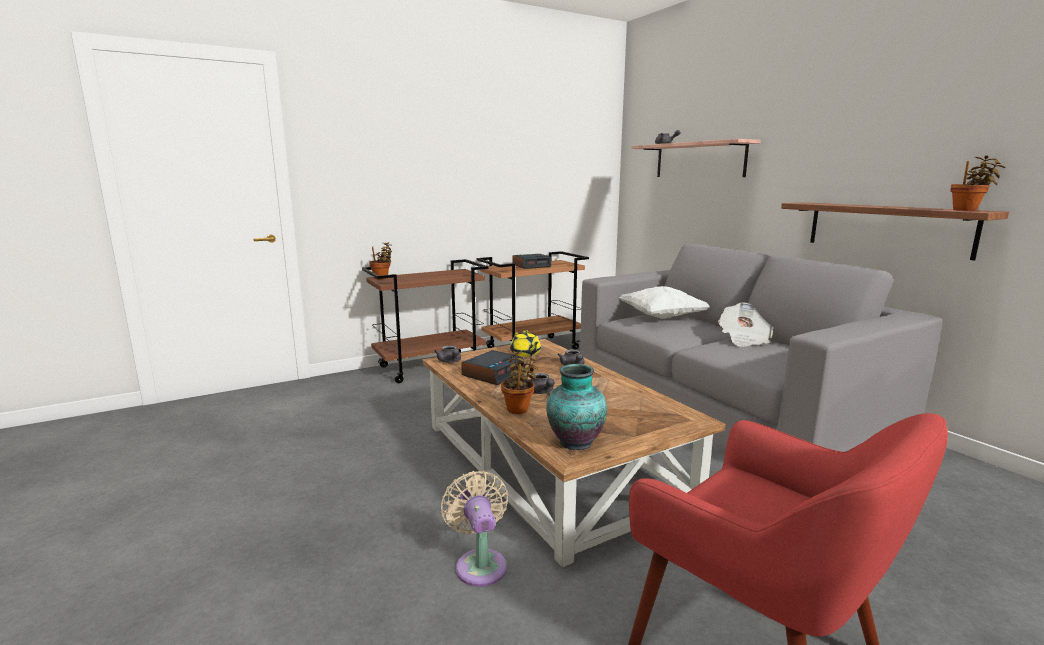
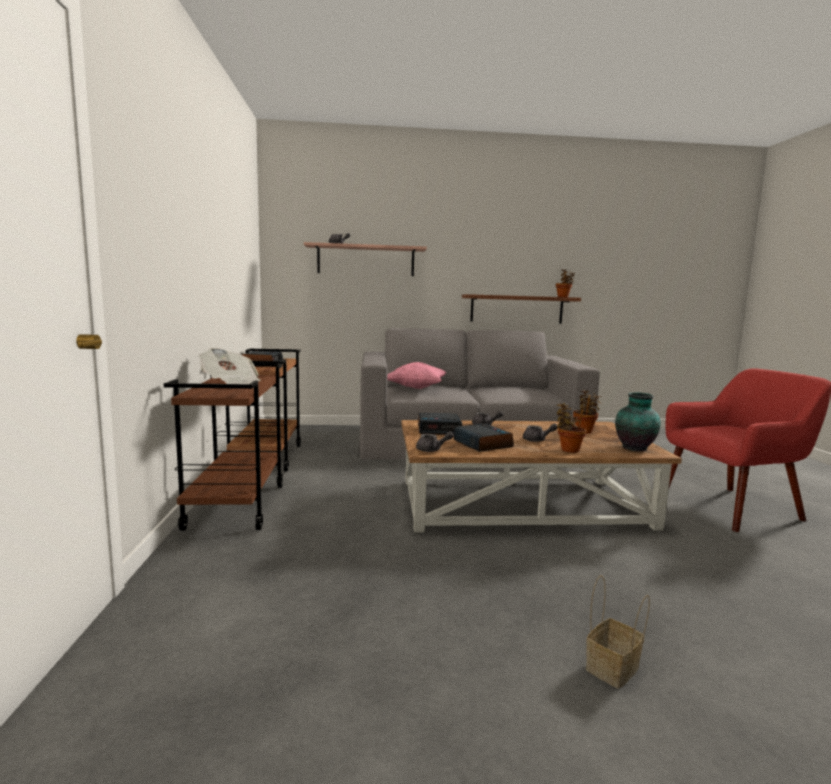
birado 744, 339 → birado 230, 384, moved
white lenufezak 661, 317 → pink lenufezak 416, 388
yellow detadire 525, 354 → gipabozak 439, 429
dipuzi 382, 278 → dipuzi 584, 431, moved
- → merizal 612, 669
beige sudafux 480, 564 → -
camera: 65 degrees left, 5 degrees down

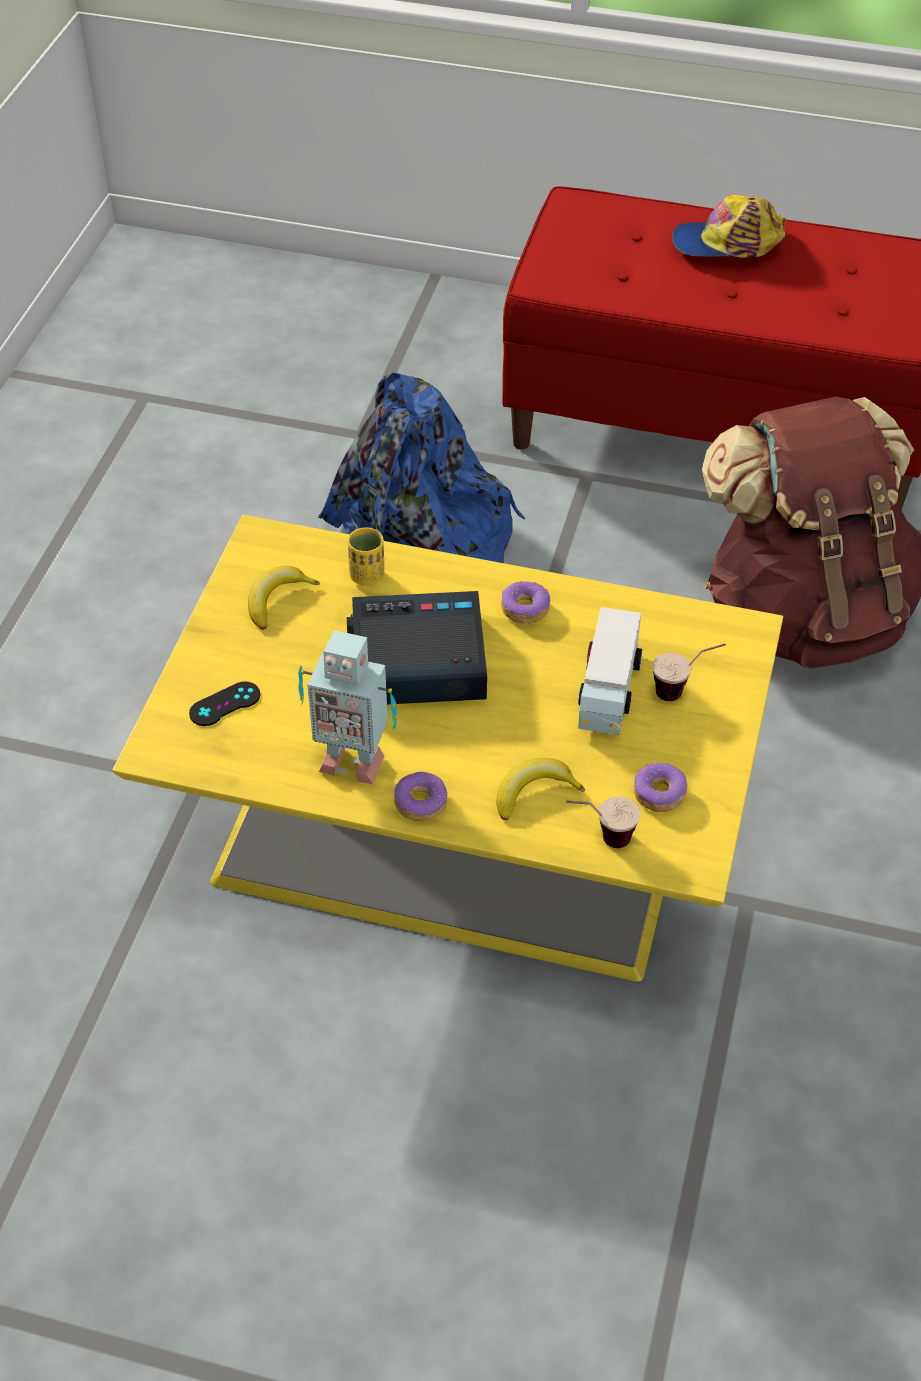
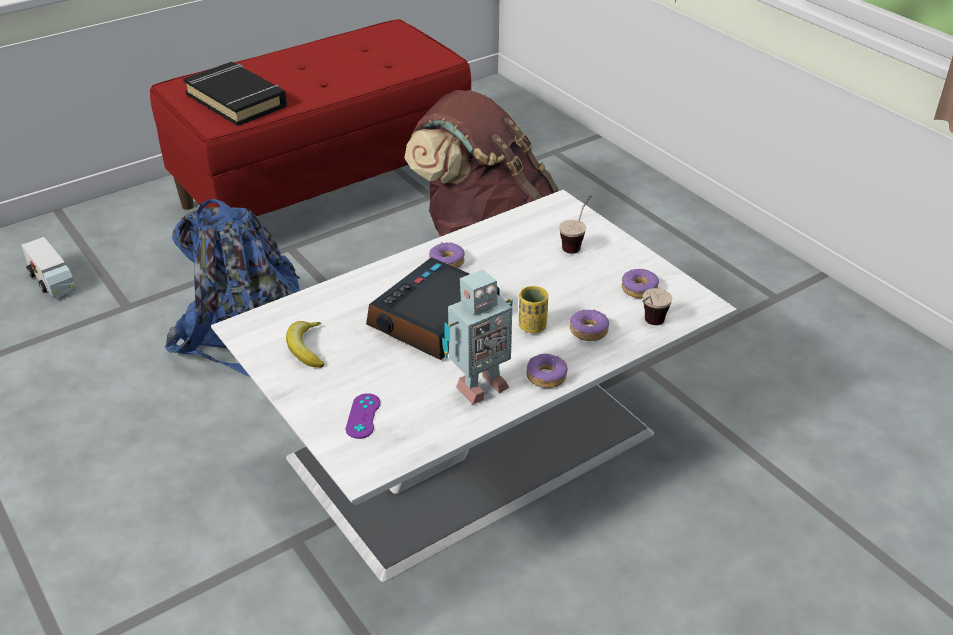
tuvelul 607, 691 → tuvelul 53, 281, moved
- → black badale 237, 100
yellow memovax 464, 833 → white memovax 477, 441
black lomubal 225, 704 → purple lomubal 363, 416
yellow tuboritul 367, 576 → yellow tuboritul 532, 326, moved
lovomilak 533, 792 → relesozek 588, 331
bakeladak 727, 244 → -
camera: 50 degrees left, 10 degrees down

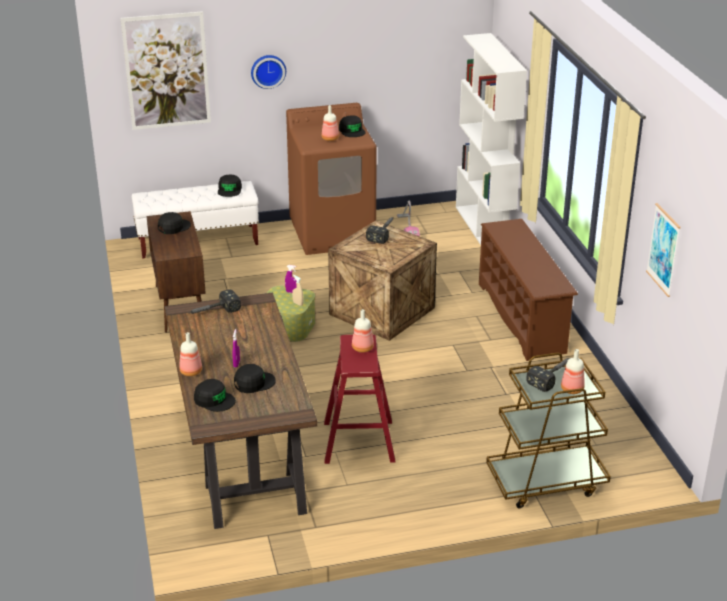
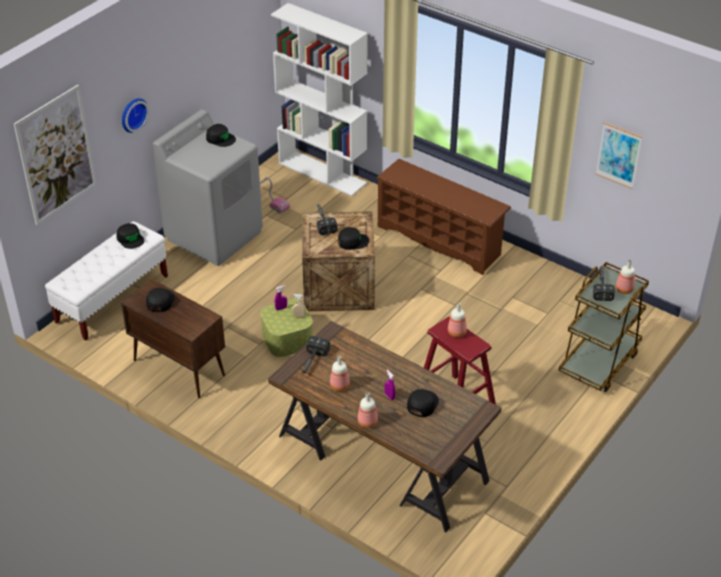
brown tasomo 333, 234 → grey tasomo 214, 235
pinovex 330, 139 → pinovex 340, 386, moved
black bakeladak 214, 400 → black bakeladak 352, 241, moved
camera: 40 degrees left, 10 degrees up

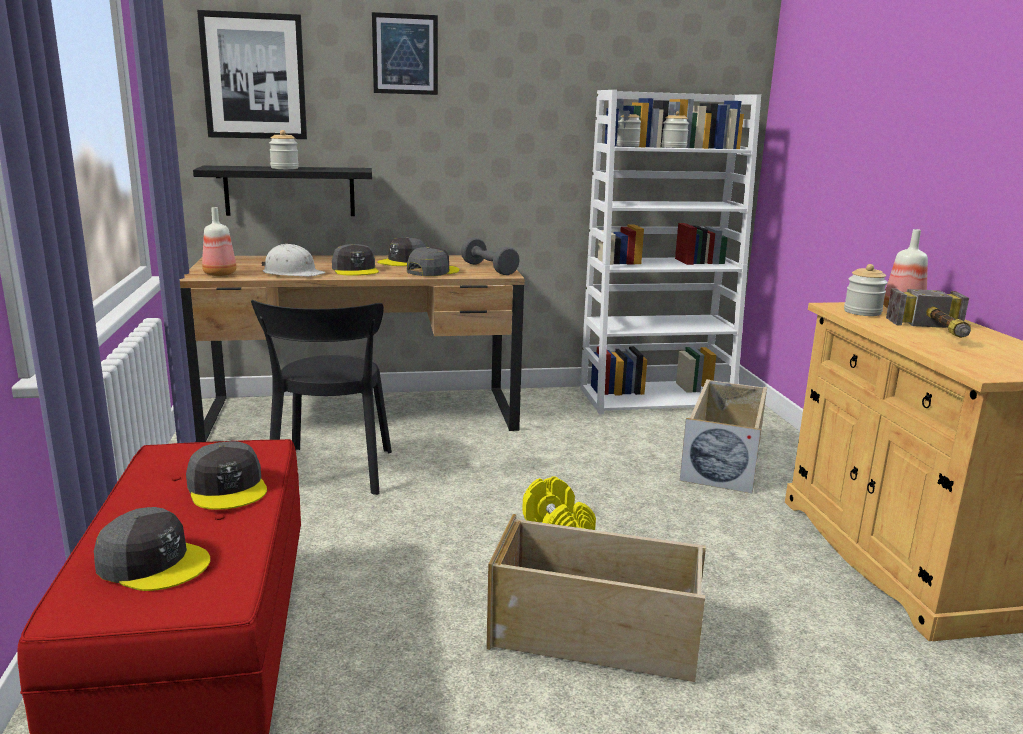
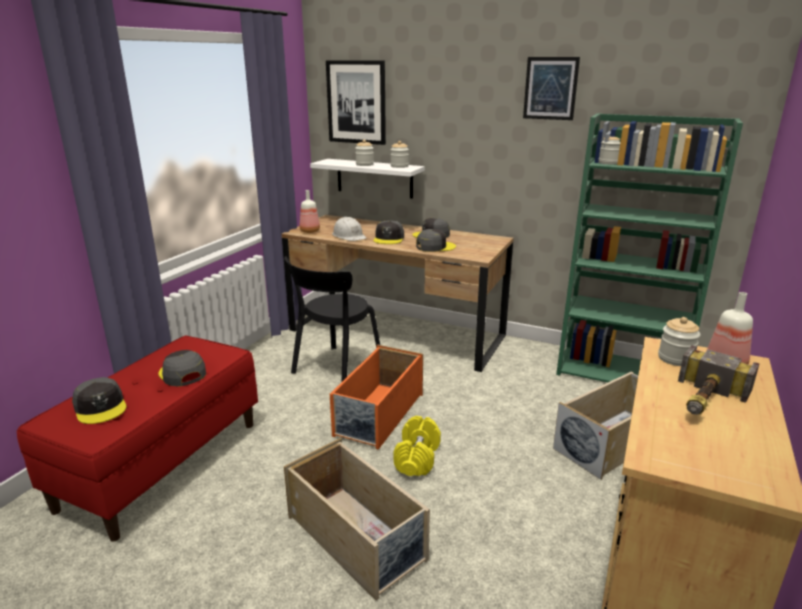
grey bakeladak 228, 488 → grey bakeladak 182, 373, 135 degrees clockwise
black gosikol 290, 191 → white gosikol 374, 178
- → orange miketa 379, 415
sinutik 673, 147 → sinutik 399, 166, moved
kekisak 405, 54 → kekisak 550, 88, moved
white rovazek 656, 398 → green rovazek 622, 372
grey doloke 489, 269 → -
camera: 35 degrees right, 5 degrees up

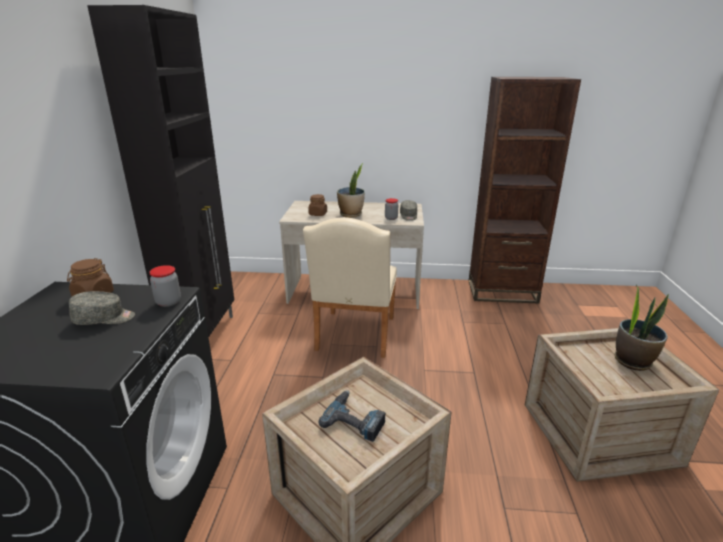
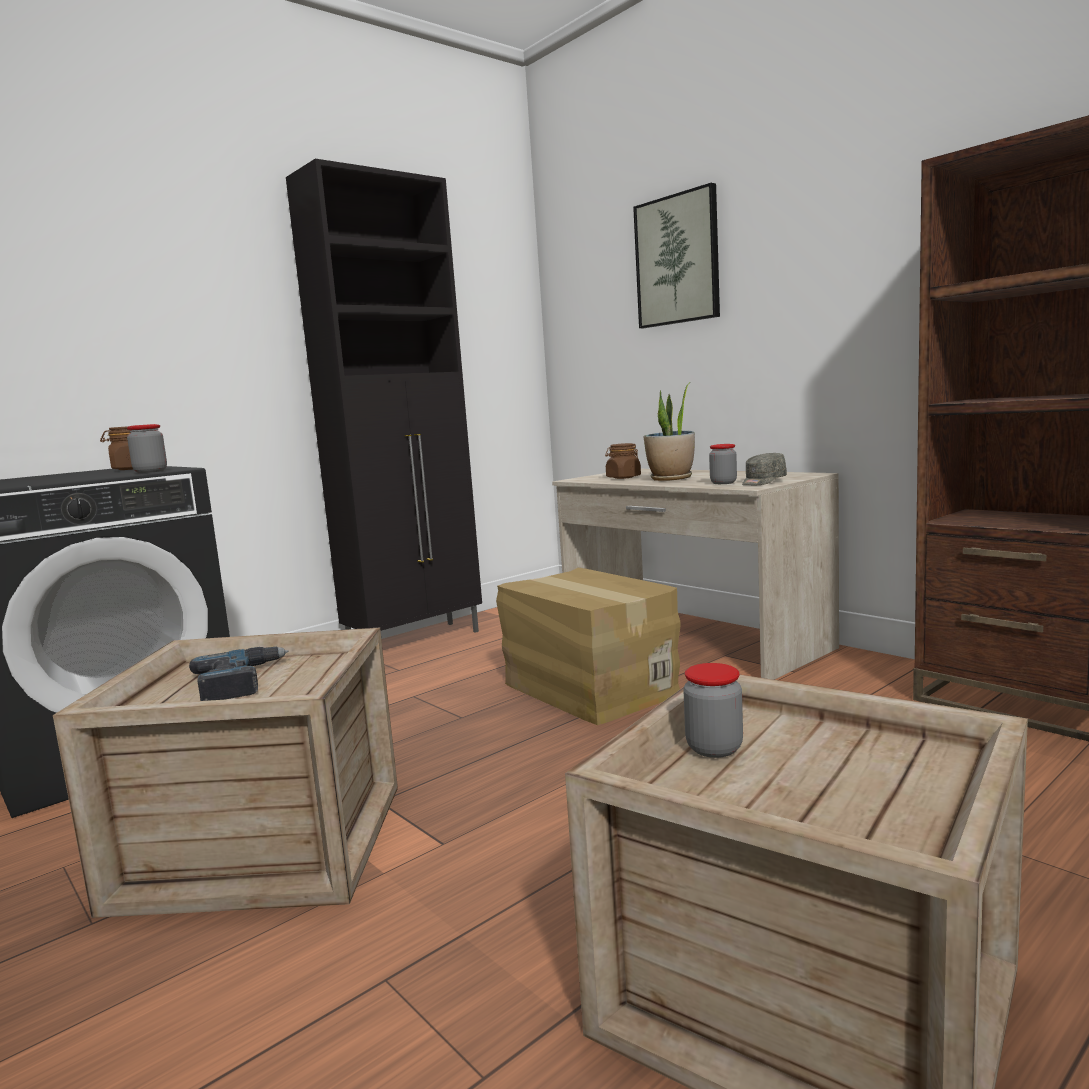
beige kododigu 354, 336 → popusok 588, 689
- → kekisak 678, 260
- → sinutik 714, 748
grey bakeladak 104, 319 → -
dipuzi 632, 361 → -
camera: 45 degrees right, 15 degrees down

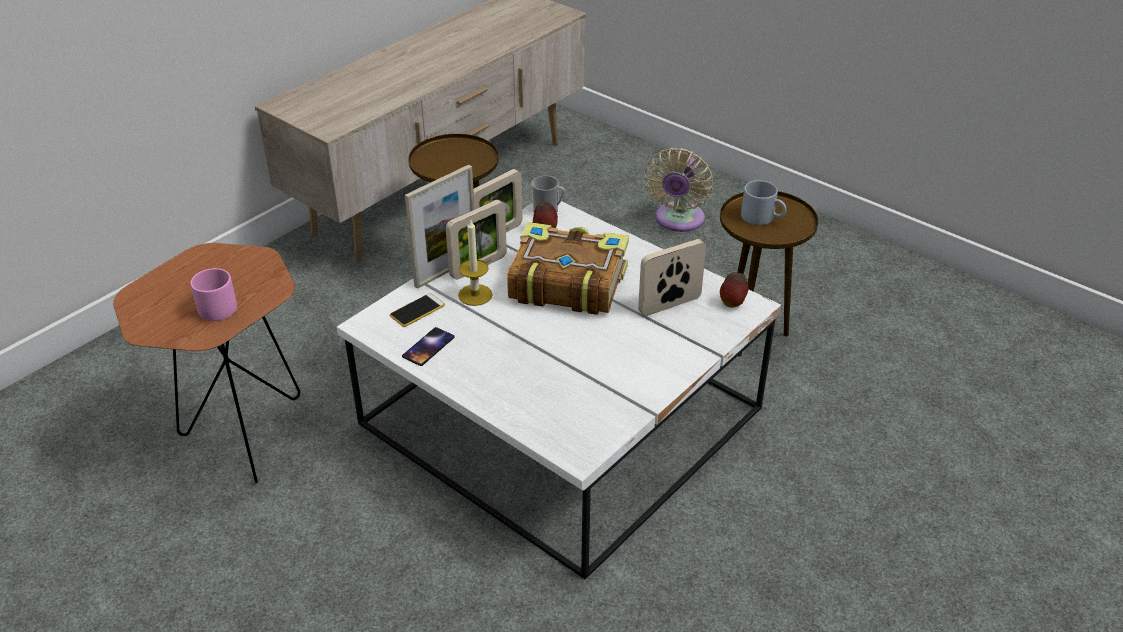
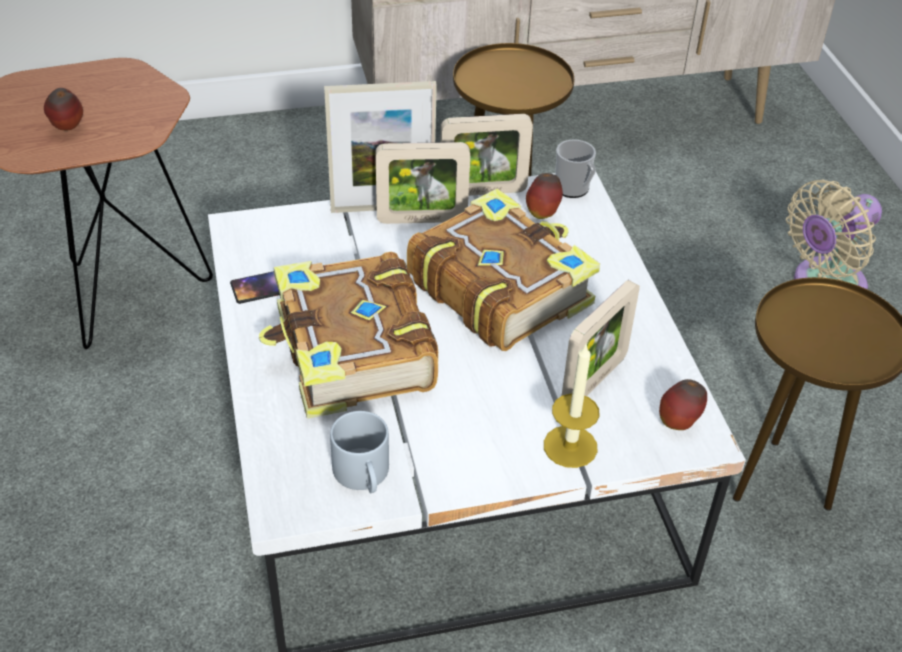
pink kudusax 214, 306 → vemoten 67, 129
- → badale 352, 353
grey kudusax 763, 217 → grey kudusax 364, 475, moved
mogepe 475, 295 → mogepe 570, 446, moved
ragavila 669, 305 → ragavila 594, 381, 120 degrees clockwise
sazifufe 417, 310 → -
camera: 35 degrees right, 5 degrees up

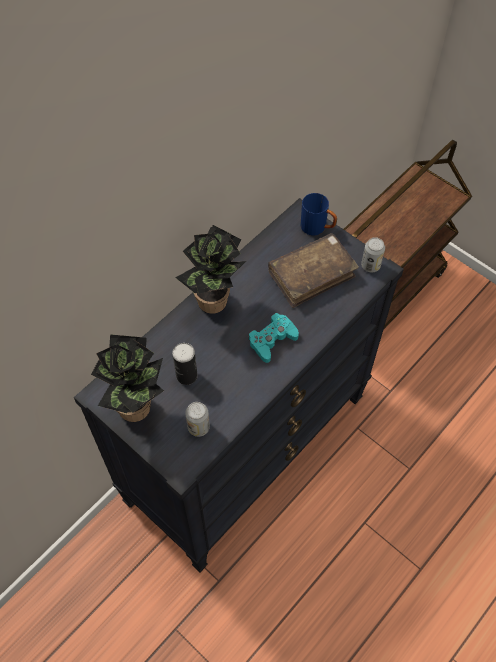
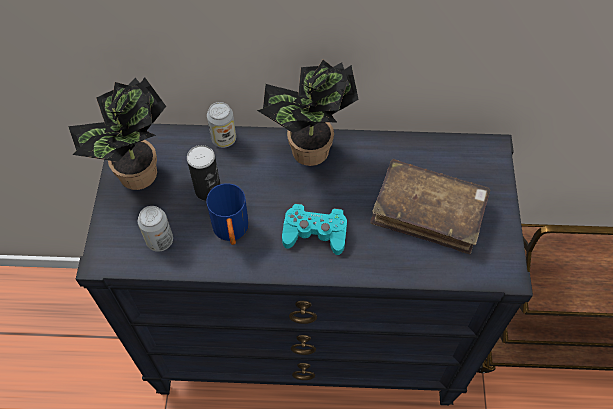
blue kudusax 317, 228 → blue kudusax 232, 232, moved
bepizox 370, 265 → bepizox 224, 139, moved
camera: 50 degrees right, 0 degrees up

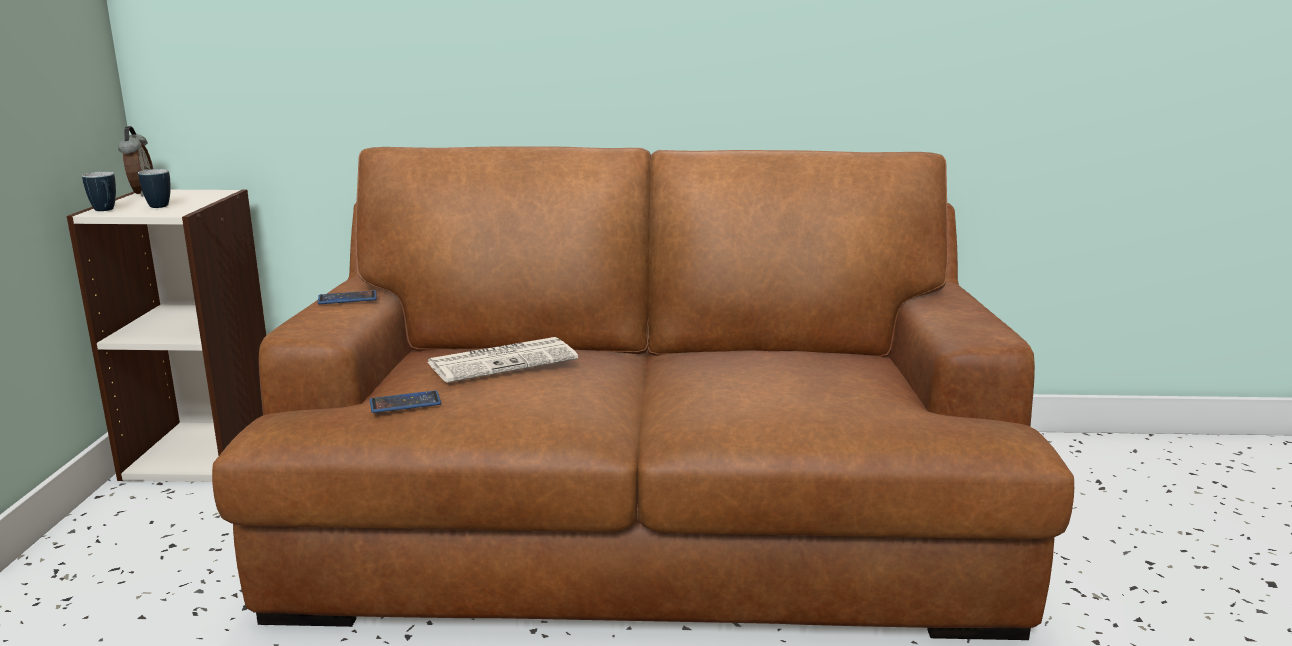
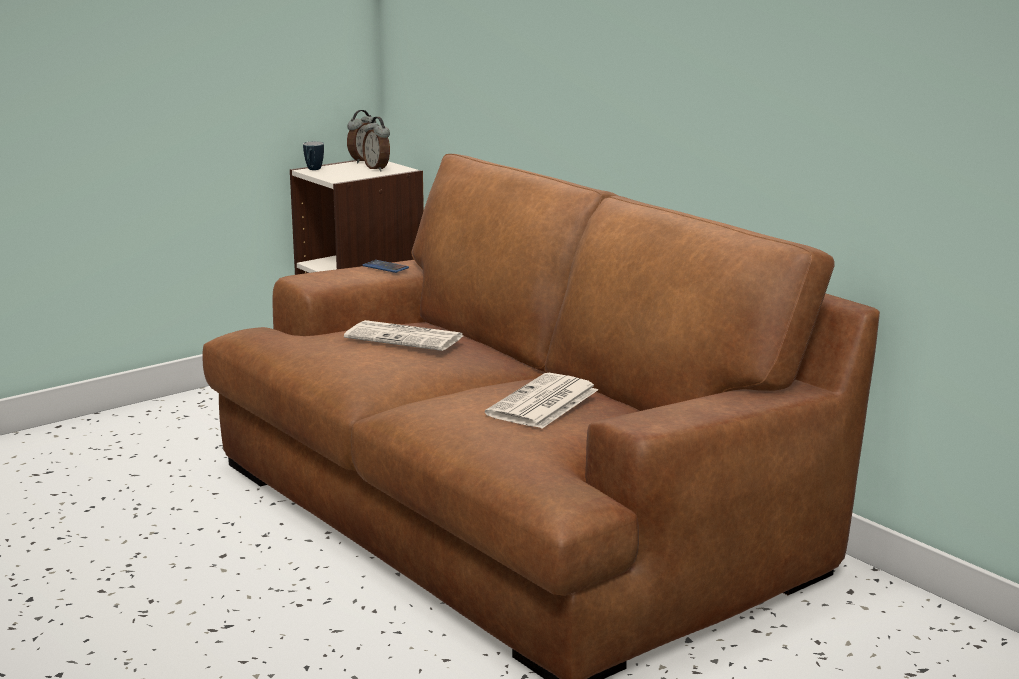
- → gipabozak 377, 169
- → birado 543, 403
kudusax 156, 206 → -
sazifufe 405, 403 → -
camera: 50 degrees right, 0 degrees up

